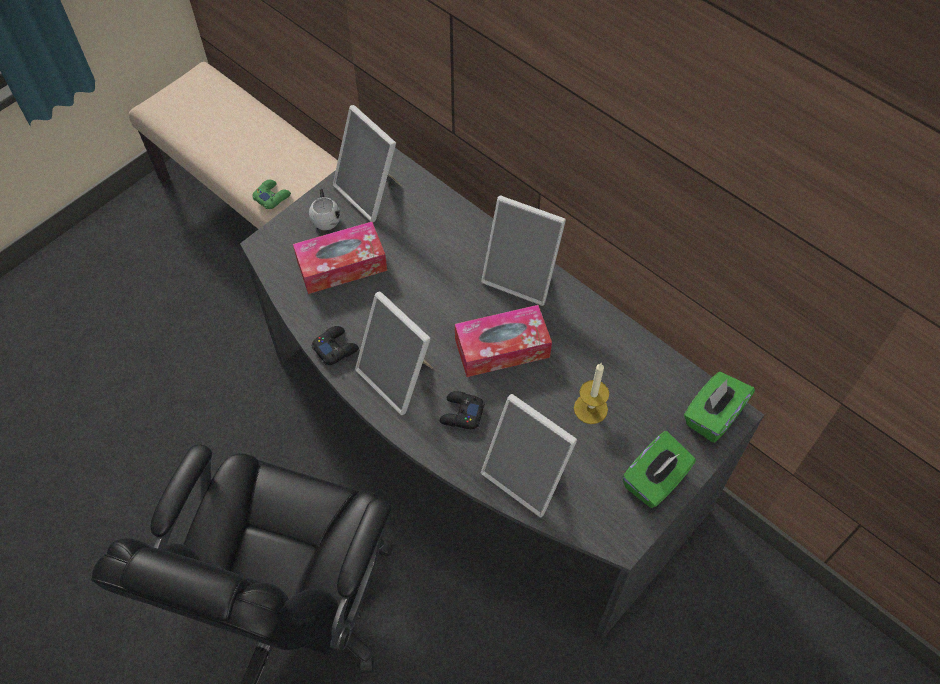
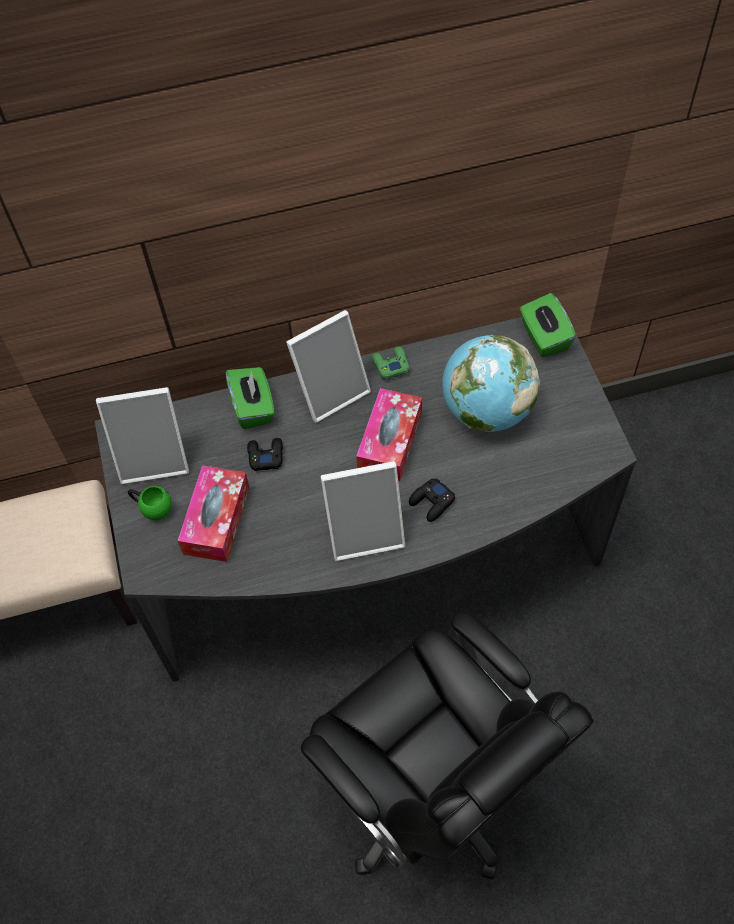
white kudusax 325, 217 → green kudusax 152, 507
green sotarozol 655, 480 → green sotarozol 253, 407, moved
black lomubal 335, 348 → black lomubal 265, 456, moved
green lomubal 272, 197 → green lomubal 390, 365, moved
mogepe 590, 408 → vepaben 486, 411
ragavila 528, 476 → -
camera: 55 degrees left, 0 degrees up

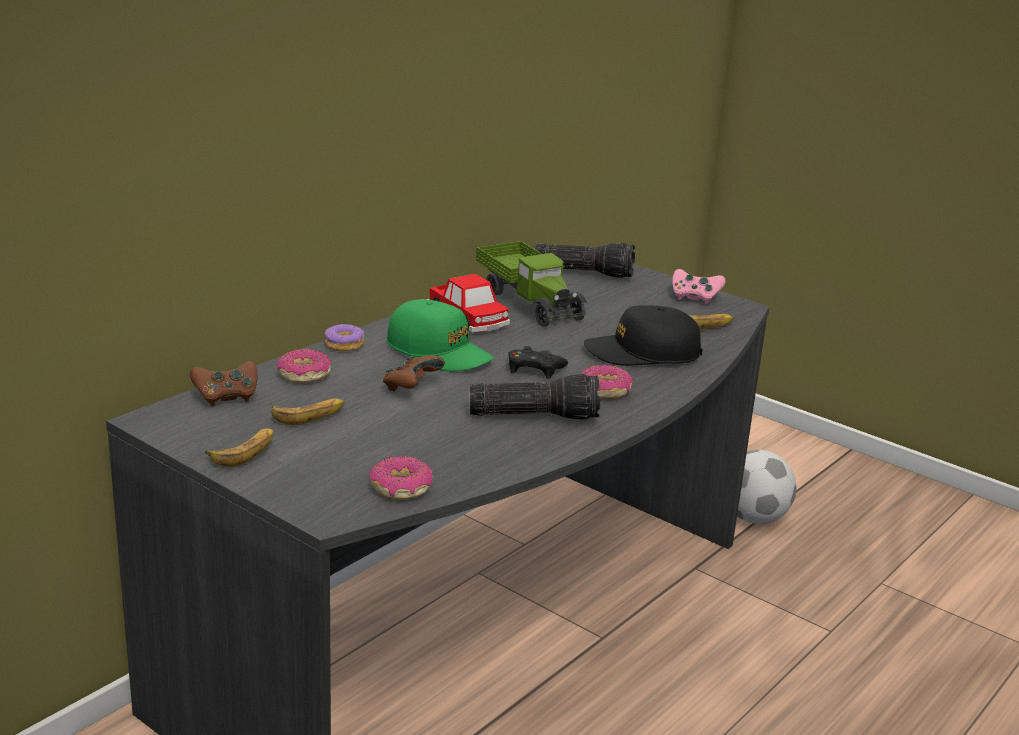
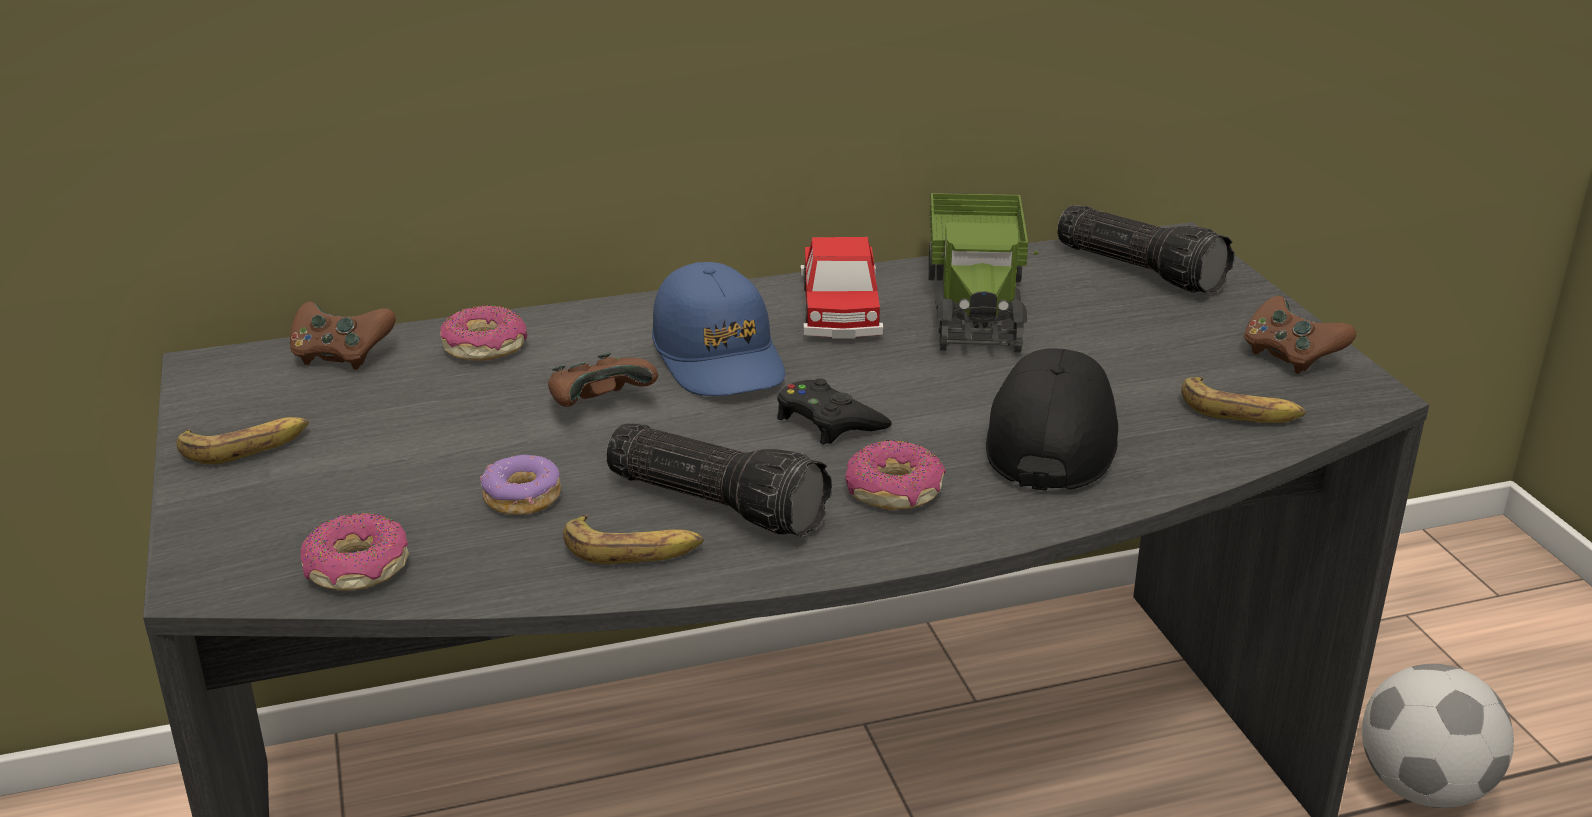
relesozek 344, 345 → relesozek 522, 498, moved
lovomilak 309, 415 → lovomilak 633, 549, moved
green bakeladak 439, 352 → blue bakeladak 719, 356
black bakeladak 642, 353 → black bakeladak 1052, 438, 75 degrees clockwise
pink lomubal 694, 298 → brown lomubal 1290, 356
camera: 35 degrees right, 5 degrees up

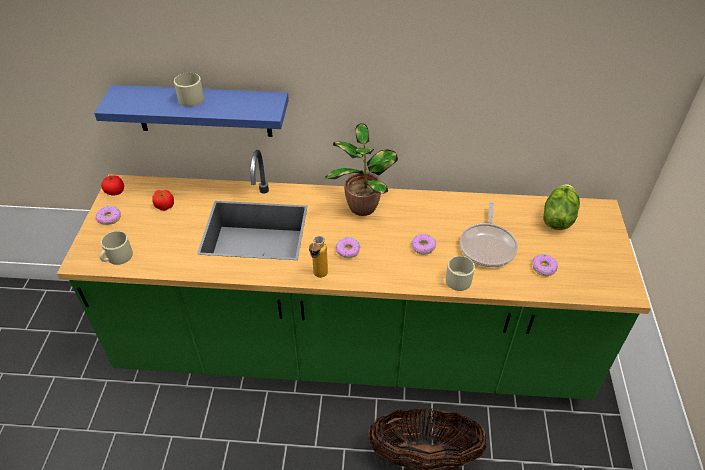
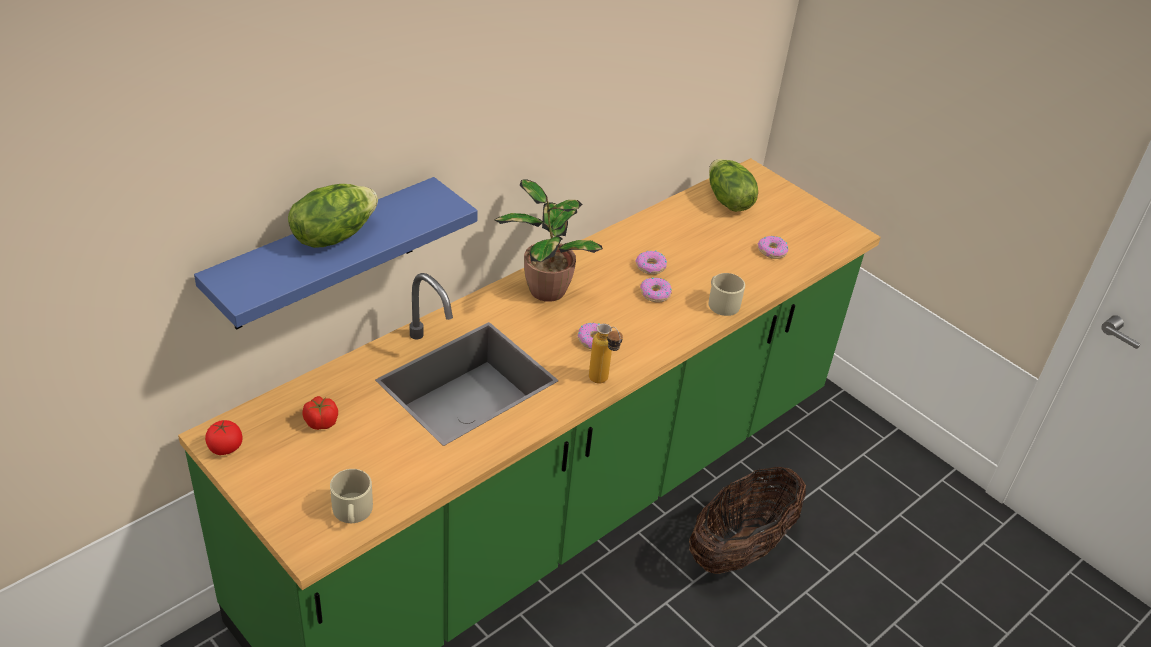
beige kudusax 192, 97 → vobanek 333, 235
relesozek 109, 218 → relesozek 651, 266, moved
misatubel 488, 246 → -
camera: 50 degrees left, 5 degrees down

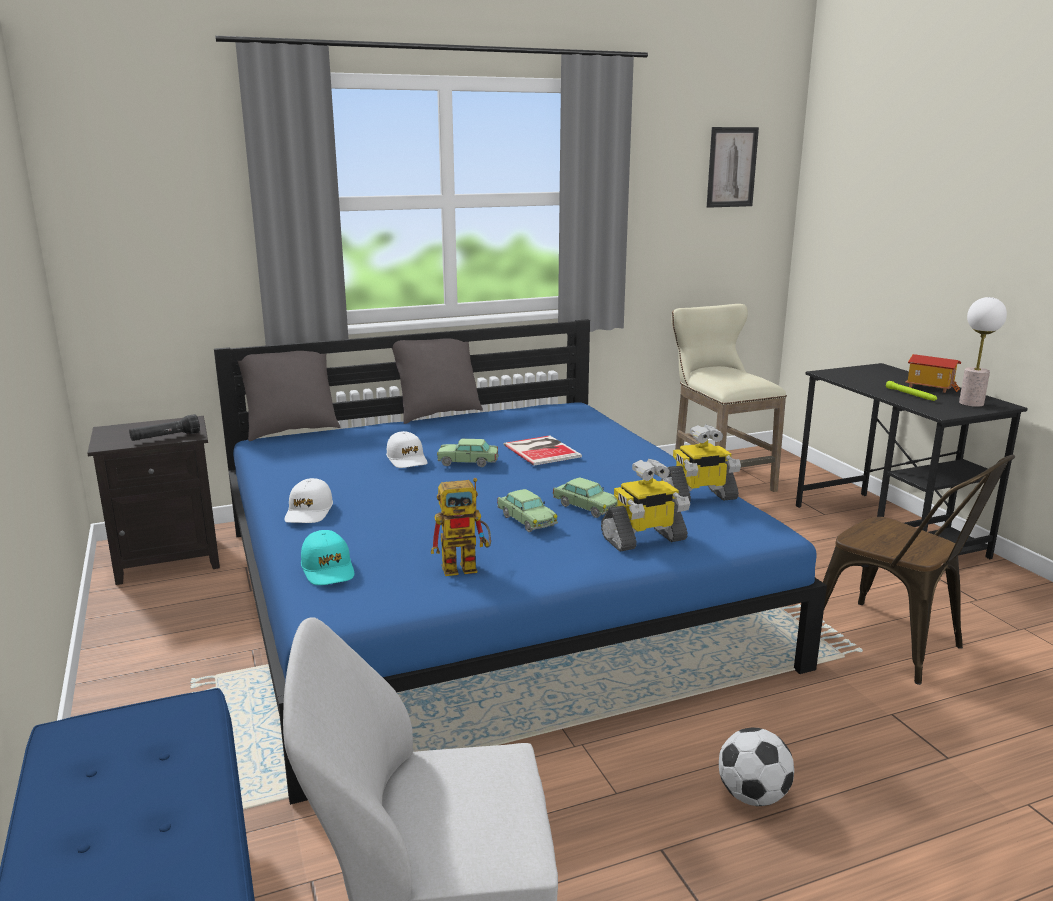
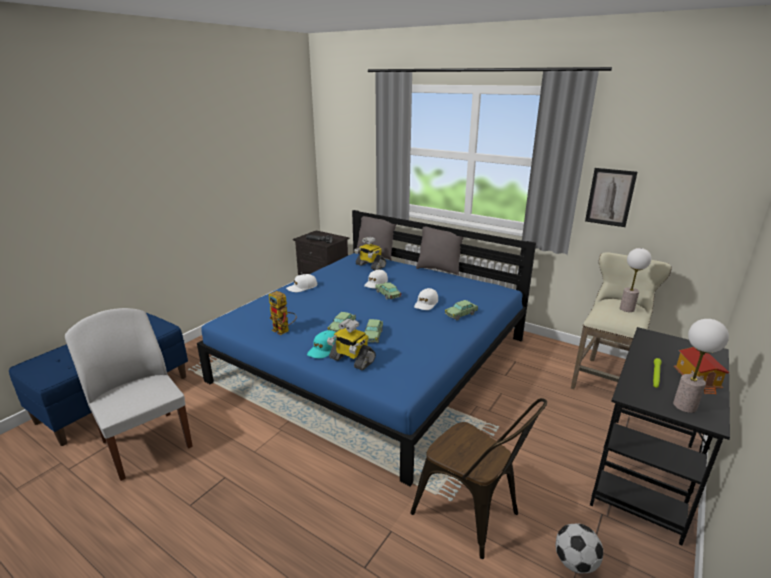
turquoise bakeladak 328, 569 → turquoise bakeladak 324, 349, moved
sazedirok 699, 497 → sazedirok 370, 266, moved
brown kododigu 896, 646 → brown kododigu 473, 516, 60 degrees counterclockwise
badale 542, 450 → white bakeladak 426, 304
- → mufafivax 461, 314
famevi 752, 796 → famevi 575, 562, moved
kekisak 731, 167 → kekisak 610, 197, moved
- → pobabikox 627, 309
camera: 55 degrees right, 5 degrees up

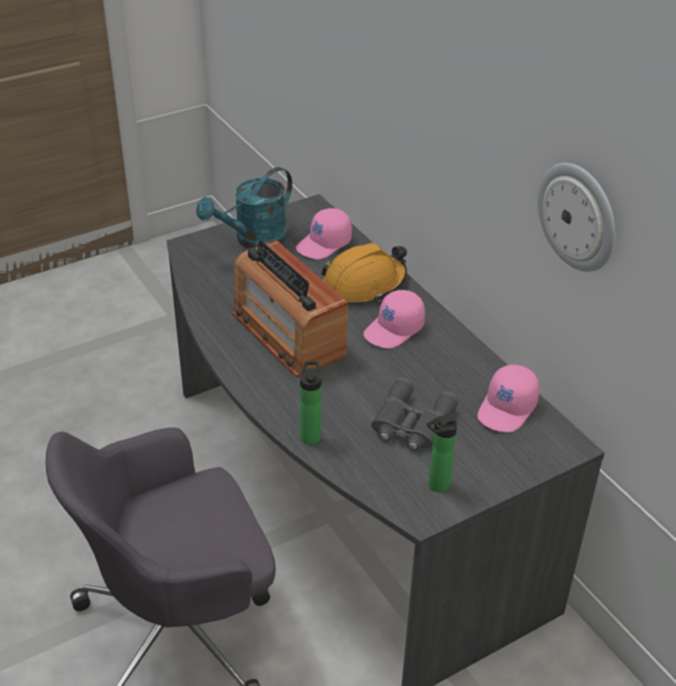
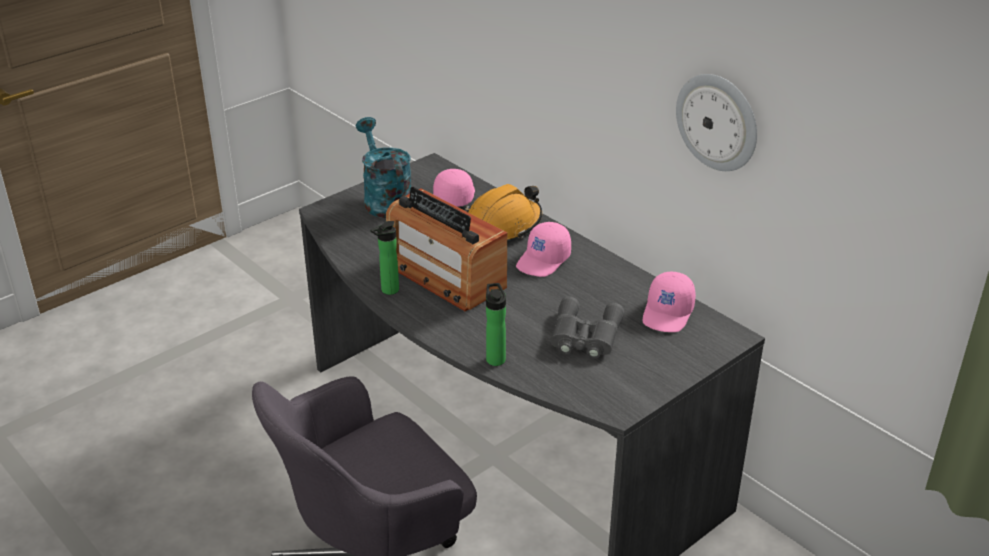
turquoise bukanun 253, 240 → turquoise bukanun 384, 199, 120 degrees clockwise
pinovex 436, 486 → pinovex 387, 291, moved
pink bakeladak 324, 244 → pink bakeladak 454, 195, 150 degrees clockwise
camera: 10 degrees left, 5 degrees down

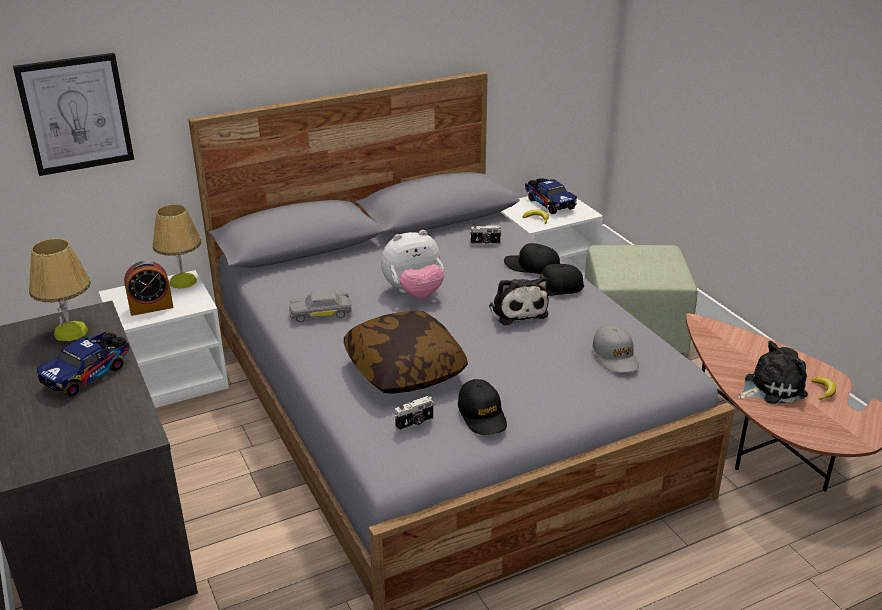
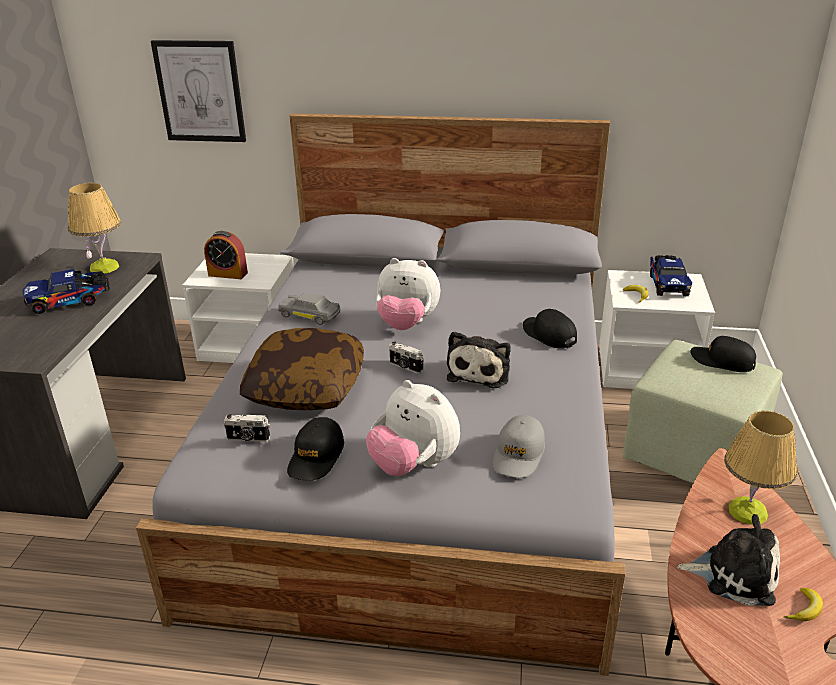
- → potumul 414, 465
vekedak 485, 243 → vekedak 405, 367, moved
black bakeladak 554, 288 → black bakeladak 722, 361, moved
pobabikox 183, 282 → pobabikox 747, 512, moved
camera: 35 degrees right, 0 degrees up

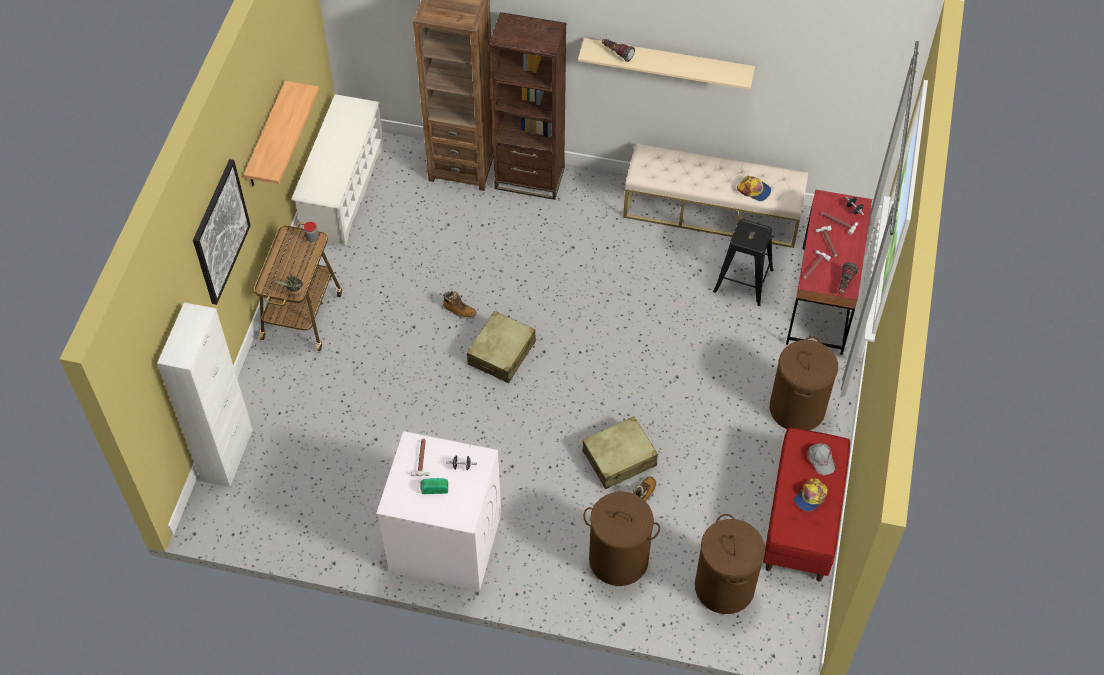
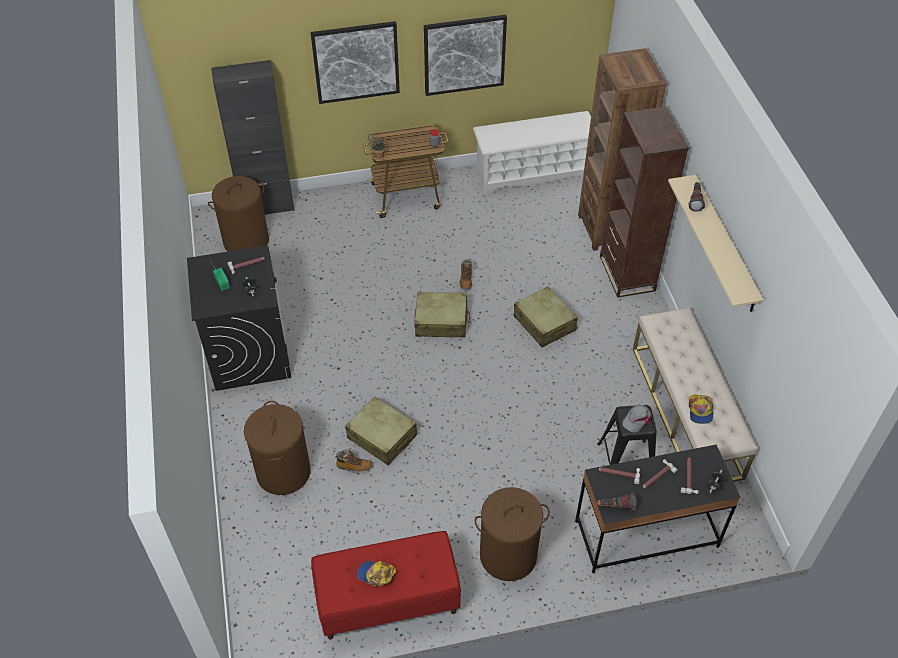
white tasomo 444, 542 → black tasomo 249, 353
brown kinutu 724, 586 → brown kinutu 246, 241, moved
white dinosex 227, 455 → black dinosex 267, 206
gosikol 266, 137 → kekisak 464, 55
- → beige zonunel 544, 324
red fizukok 821, 300 → black fizukok 646, 534
grey bakeladak 820, 459 → grey bakeladak 637, 419, moved
camera: 65 degrees right, 5 degrees down

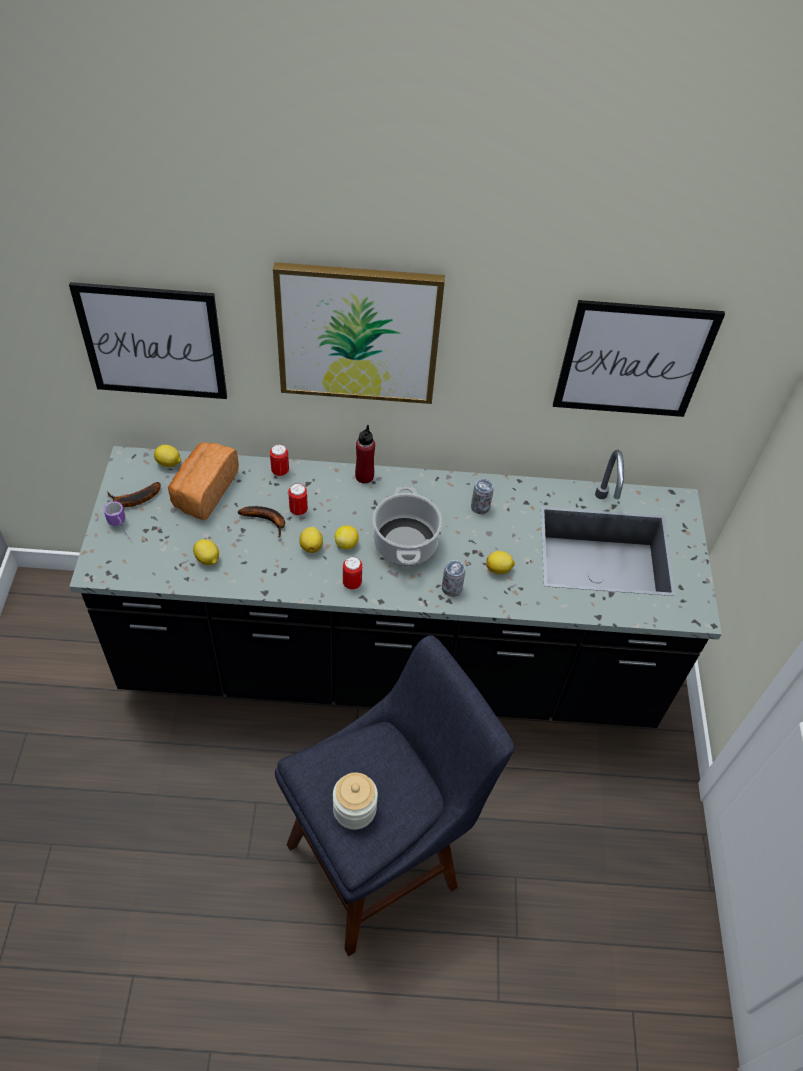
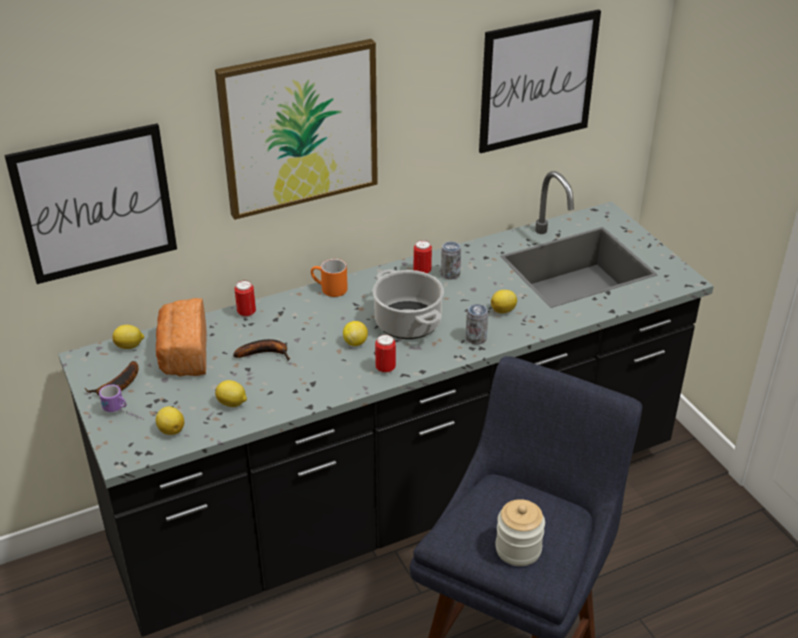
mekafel 311, 546 → mekafel 171, 429, moved
red pinovex 364, 476 → orange kudusax 329, 289
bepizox 298, 510 → bepizox 422, 272, moved
camera: 25 degrees left, 15 degrees down

